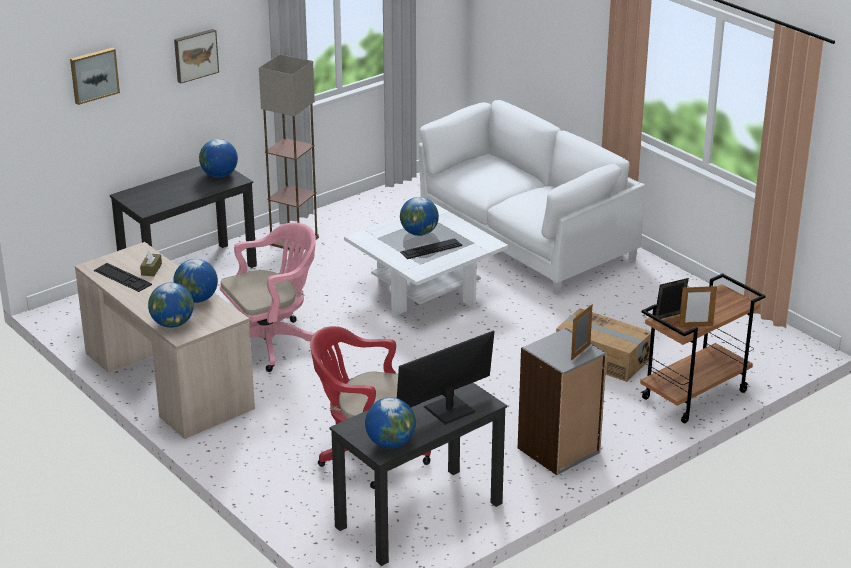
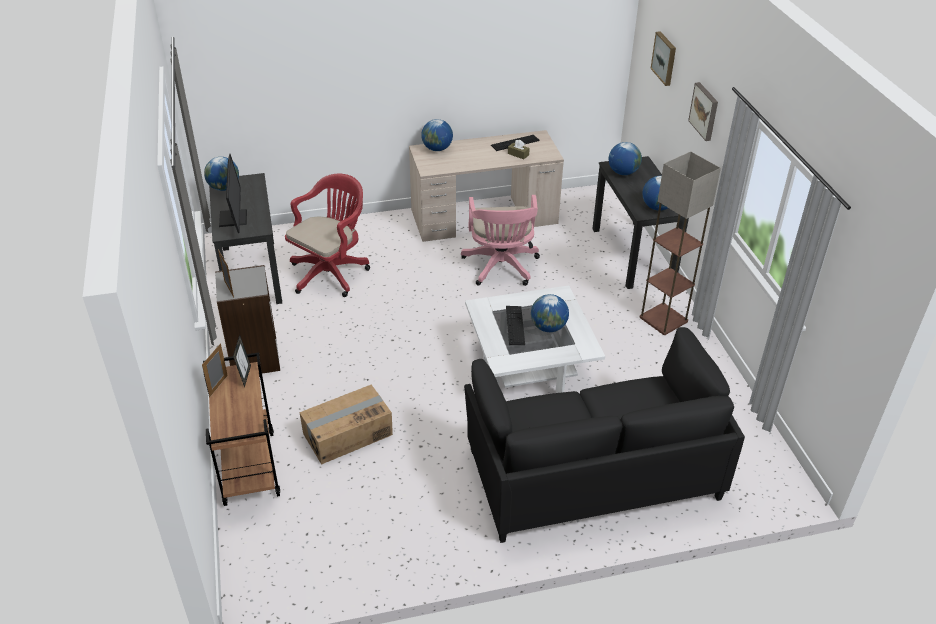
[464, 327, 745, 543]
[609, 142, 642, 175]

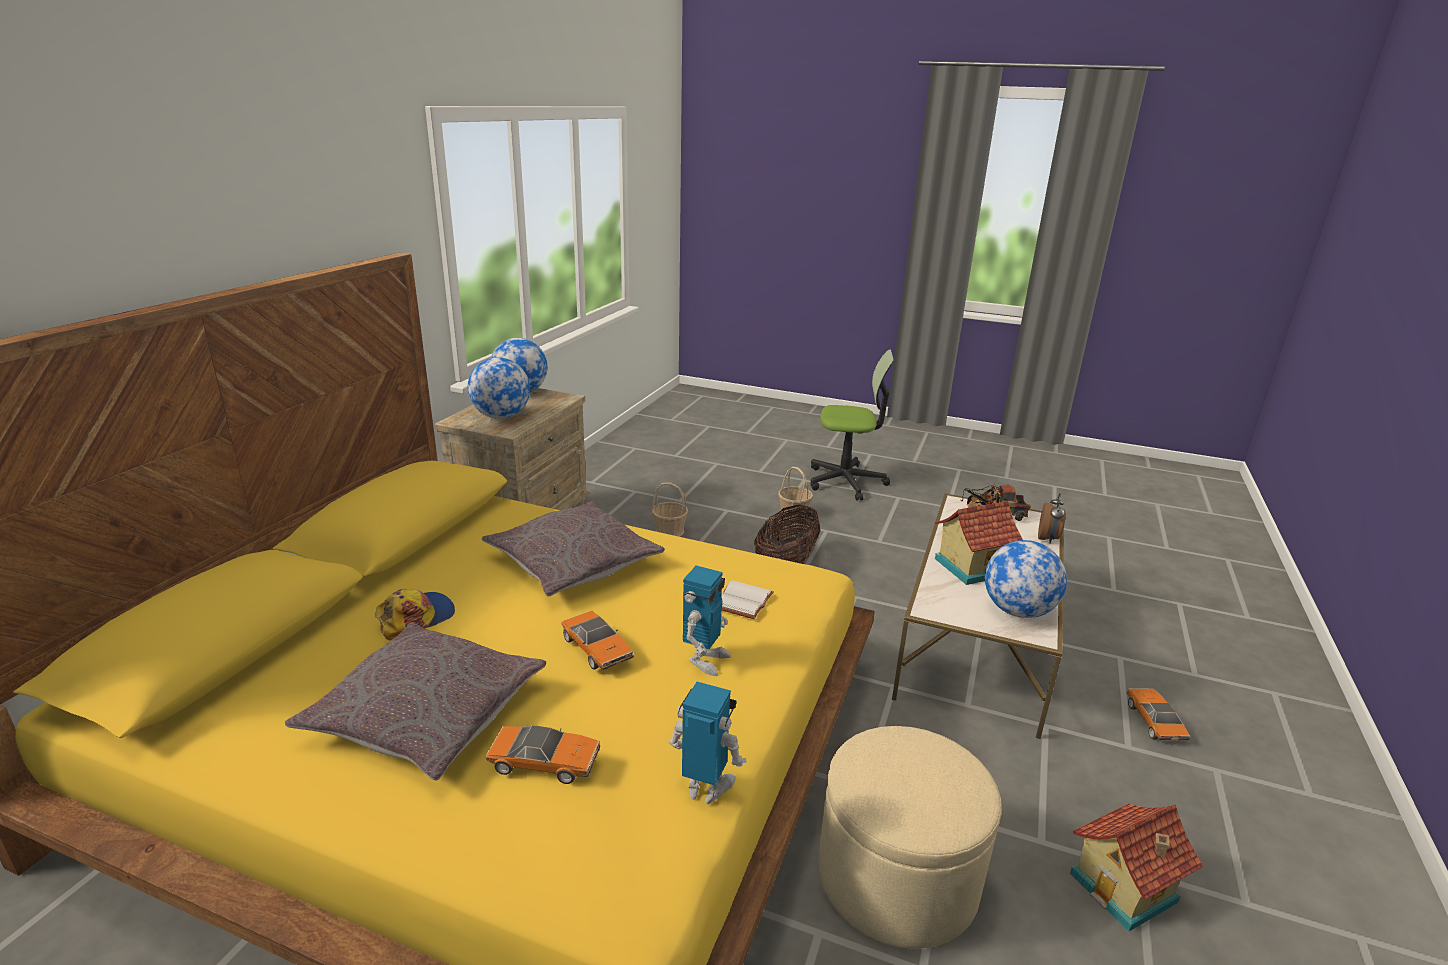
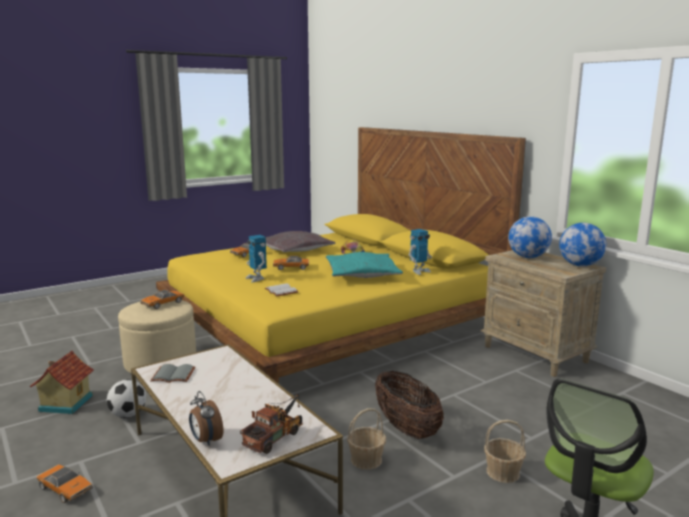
[347, 408, 386, 470]
[326, 252, 403, 278]
[935, 501, 1023, 585] (first image)
[150, 364, 195, 383]
[408, 229, 432, 275]
[140, 290, 184, 309]
[107, 379, 146, 418]

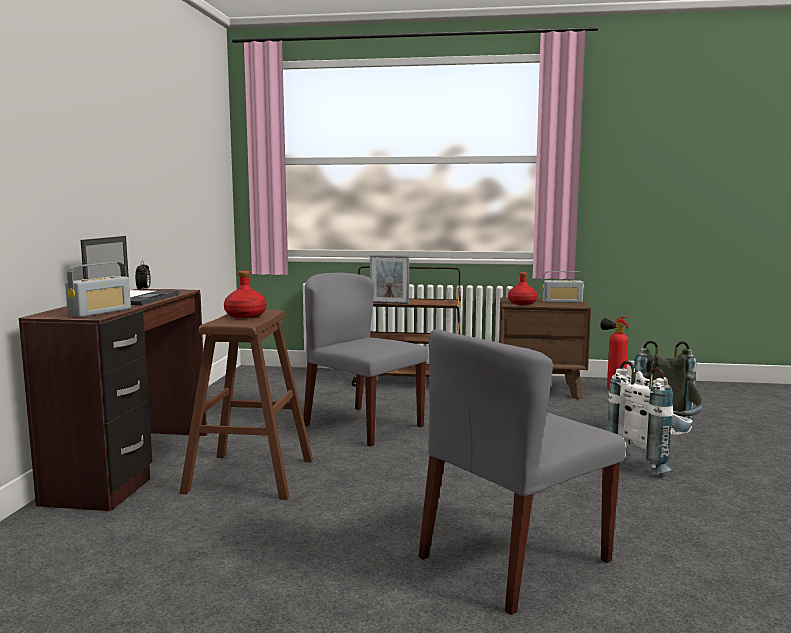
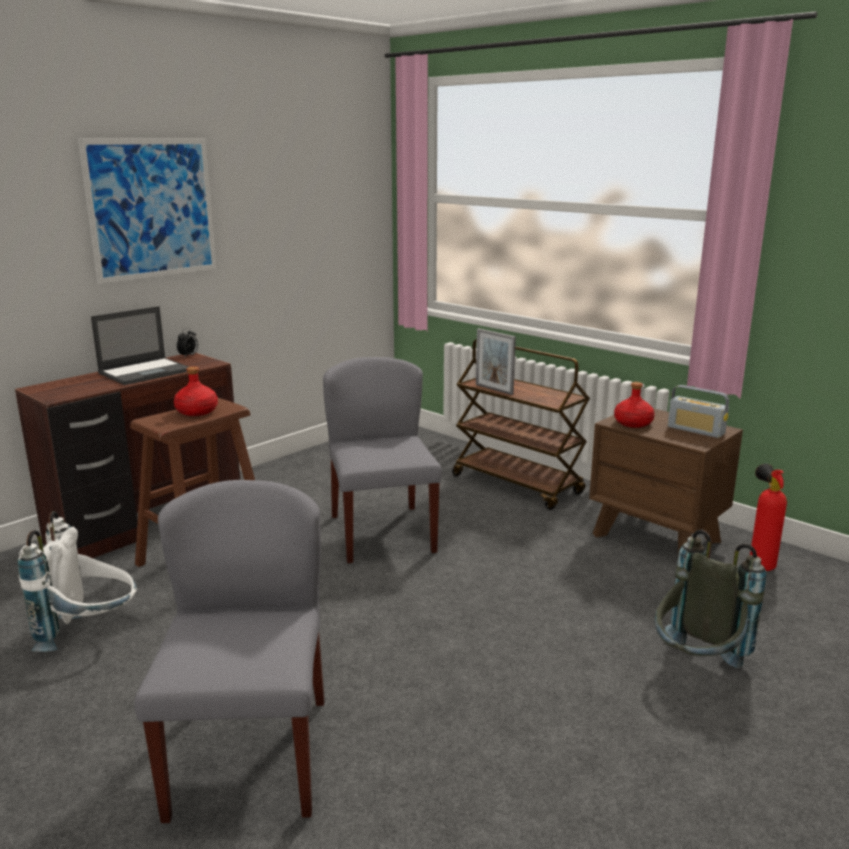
[65, 262, 131, 317] (first image)
[134, 480, 324, 823]
[18, 511, 137, 652]
[78, 139, 217, 284]

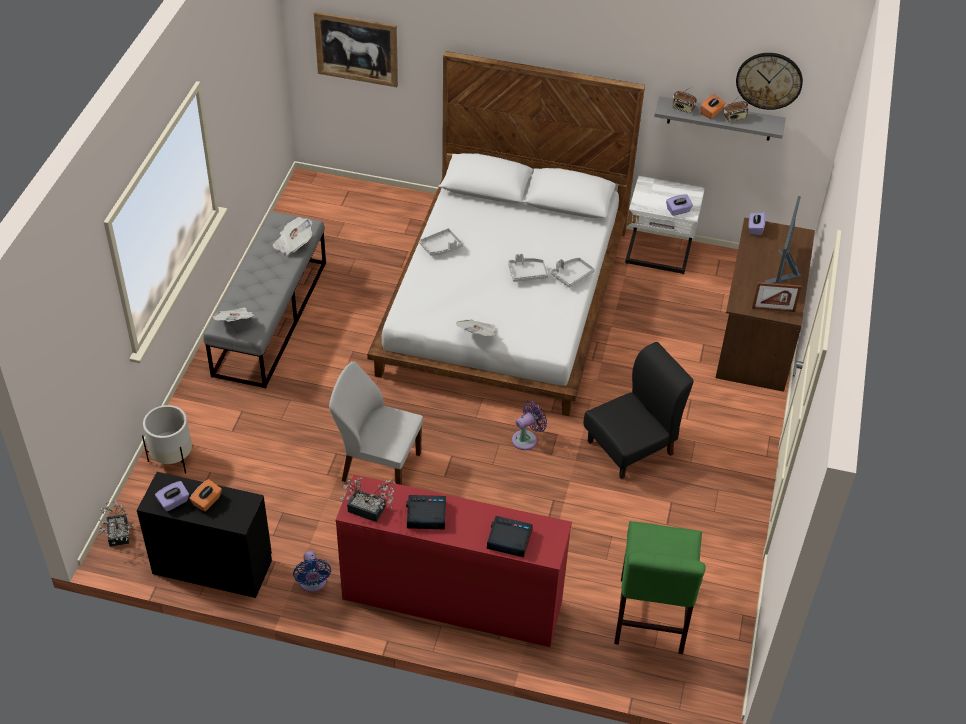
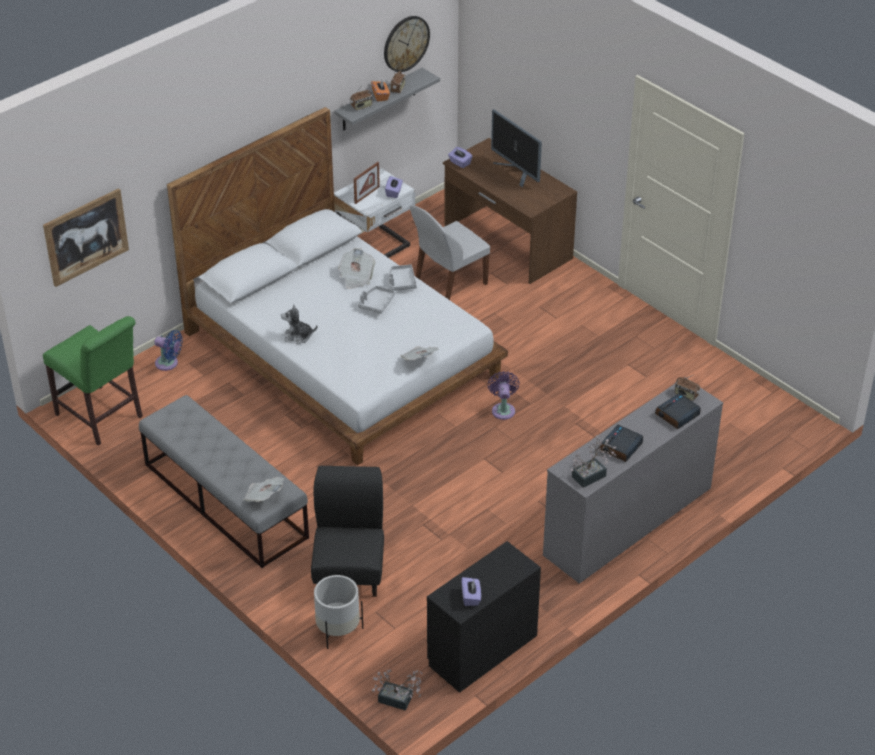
[338, 248, 375, 289]
[281, 304, 318, 344]
[354, 162, 380, 204]
[311, 466, 384, 597]
[410, 205, 490, 300]
[543, 377, 723, 584]
[189, 479, 222, 512] (first image)
[43, 316, 143, 446]
[154, 330, 183, 371]
[674, 374, 700, 401]

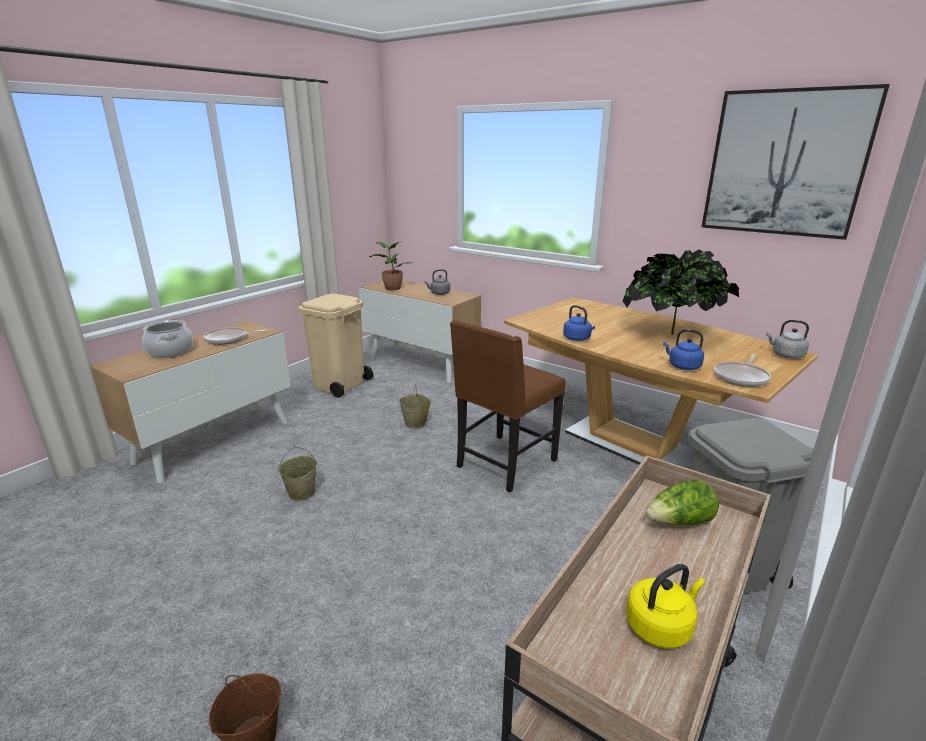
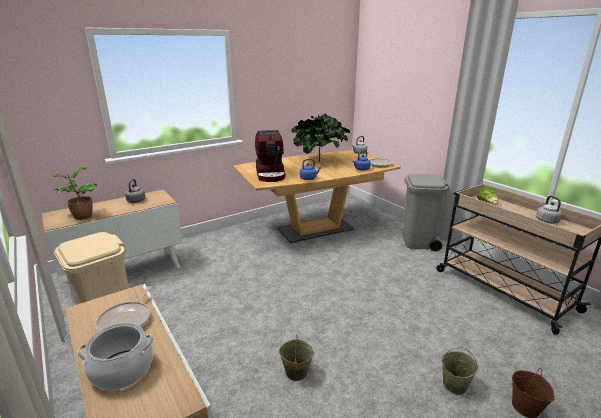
[702, 84, 890, 240] (first image)
[450, 320, 566, 492] (first image)
[442, 347, 478, 395]
[536, 196, 562, 224]
[255, 130, 286, 182]

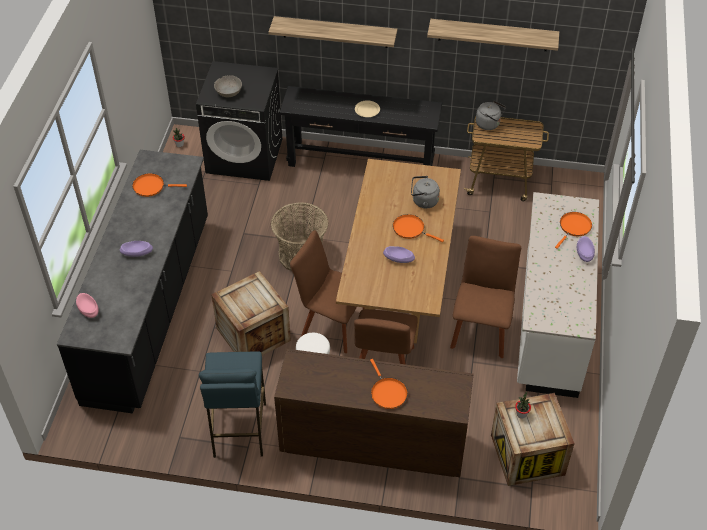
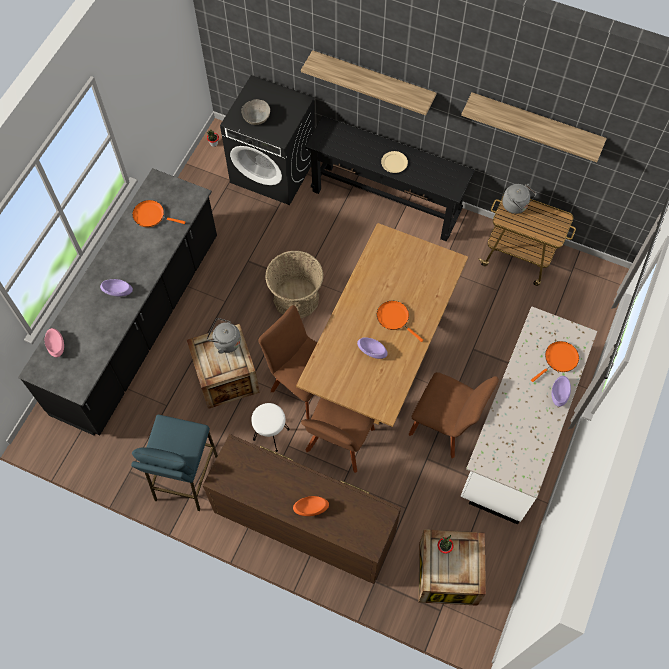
[207, 318, 241, 354]
[409, 372, 499, 458]
[293, 496, 329, 516]

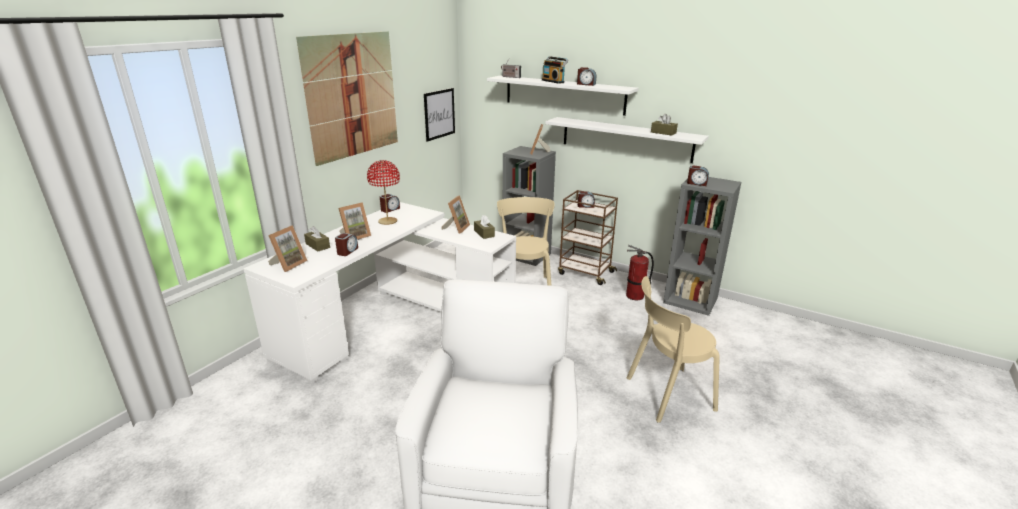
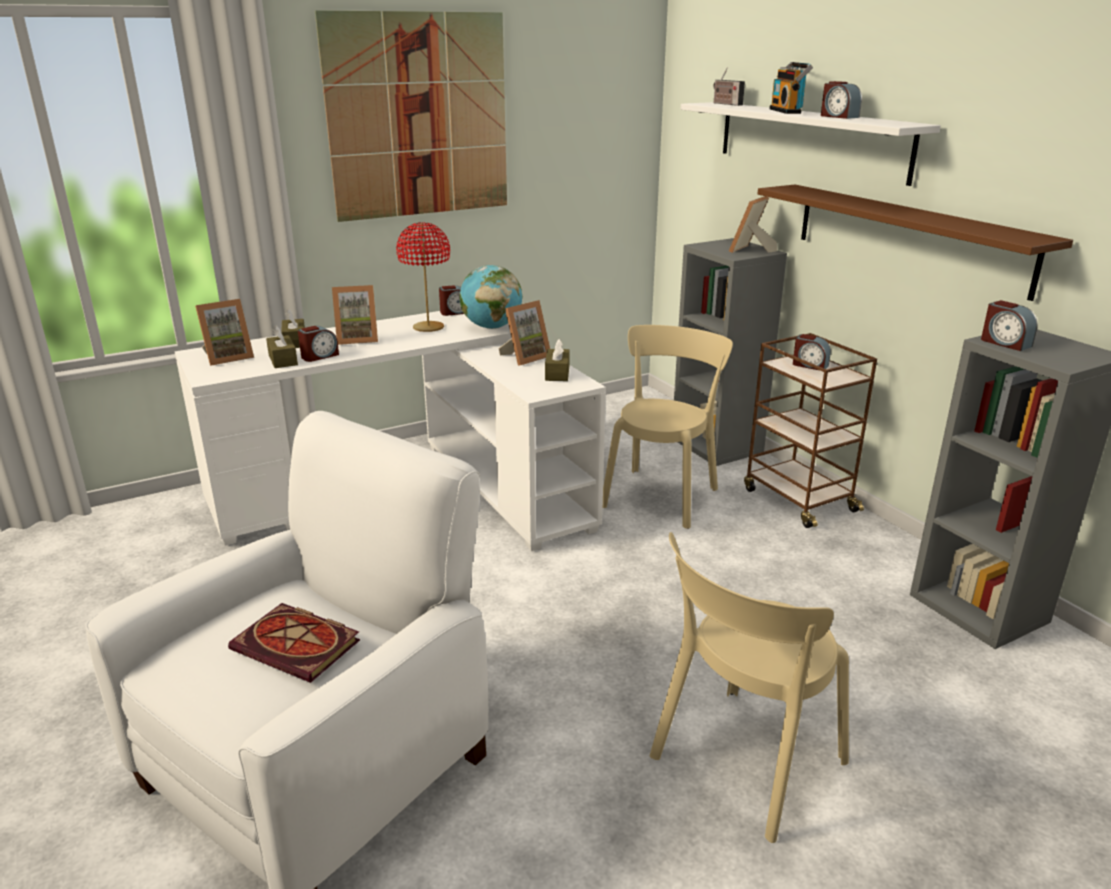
[424, 88, 455, 142] (first image)
[266, 326, 298, 368]
[757, 185, 1073, 301]
[626, 245, 654, 300] (first image)
[649, 532, 849, 843]
[460, 265, 523, 329]
[228, 603, 360, 683]

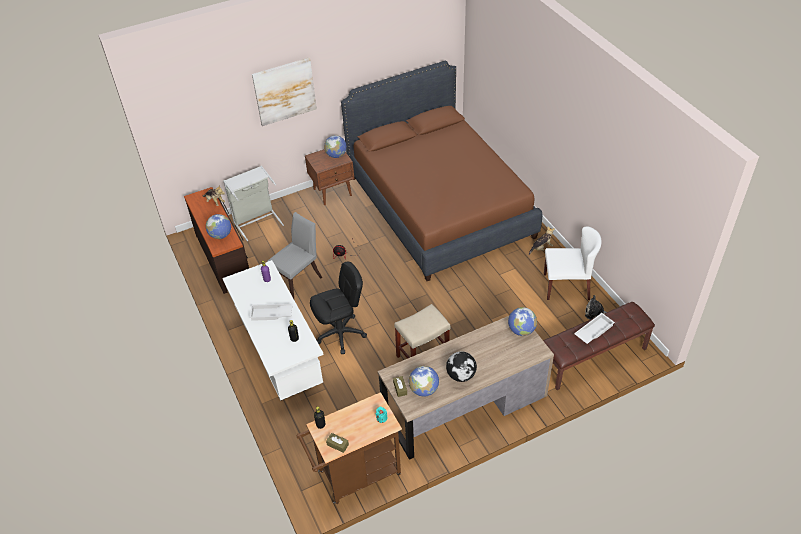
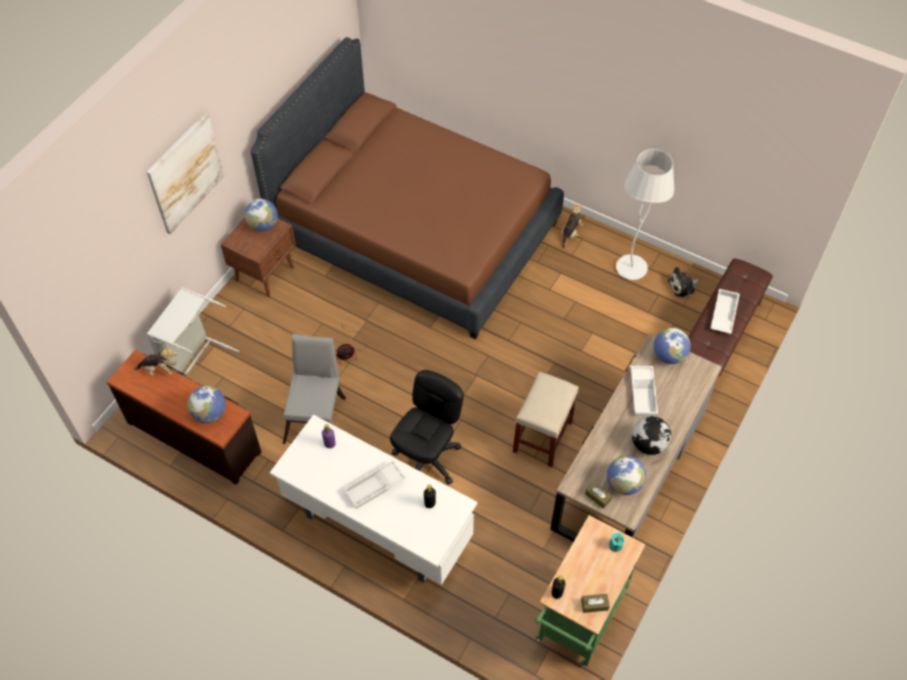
[616, 149, 674, 280]
[535, 515, 646, 667]
[630, 366, 658, 416]

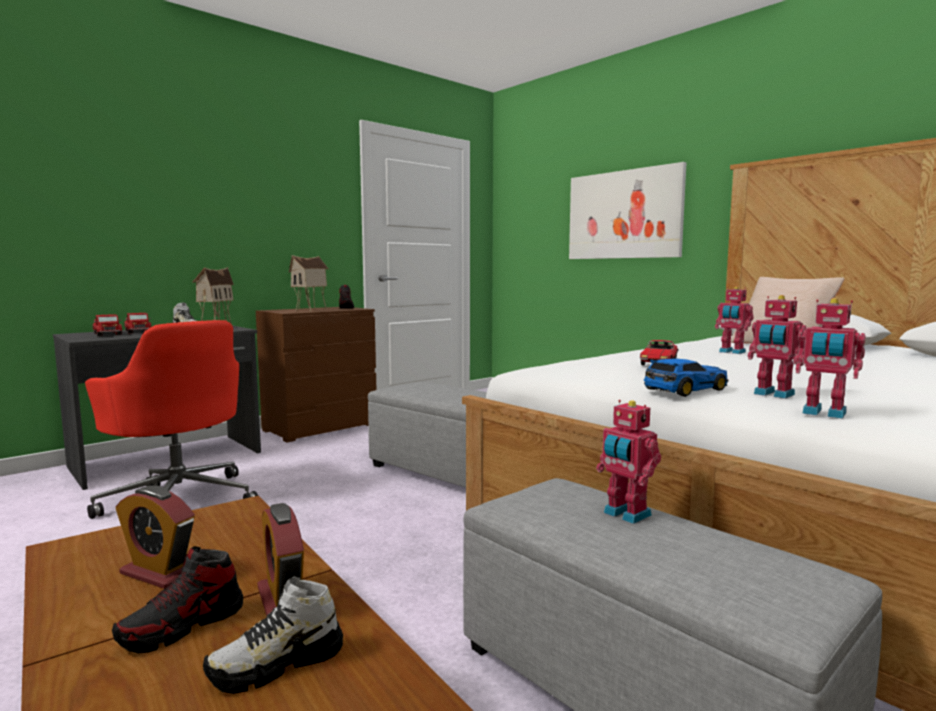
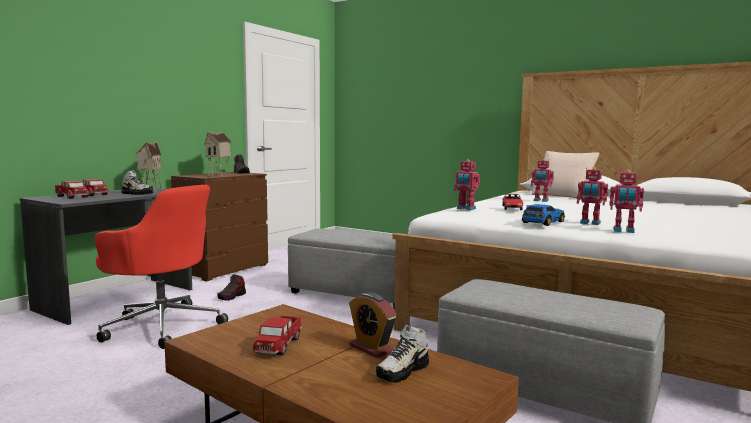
[569, 162, 687, 259] (first image)
[453, 159, 480, 210]
[253, 316, 302, 355]
[217, 274, 246, 301]

